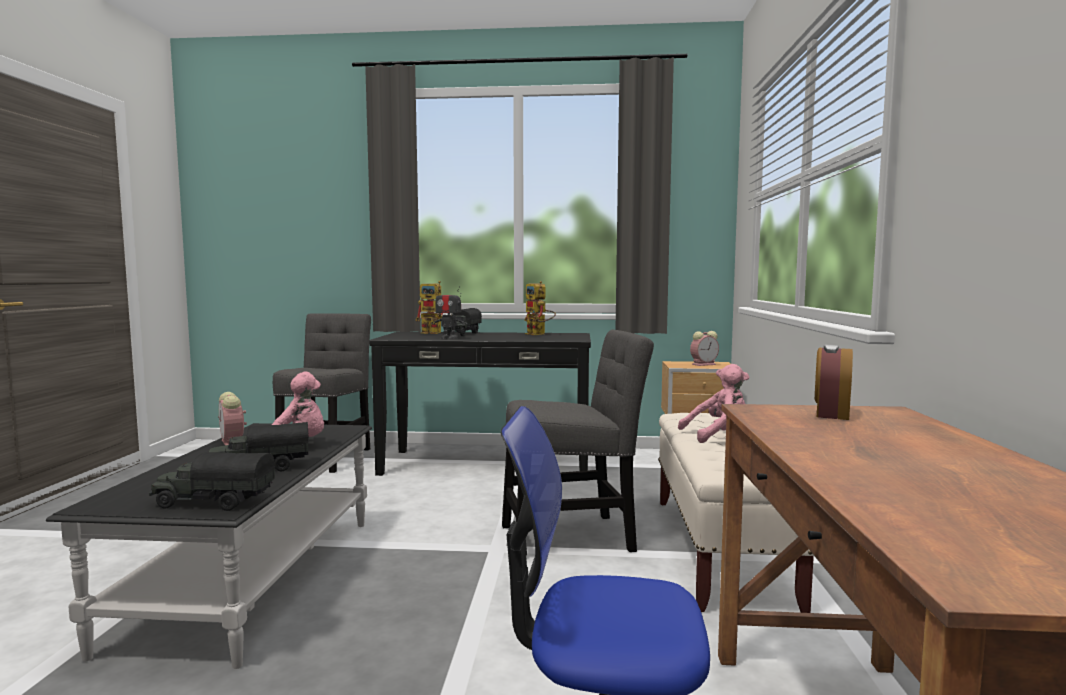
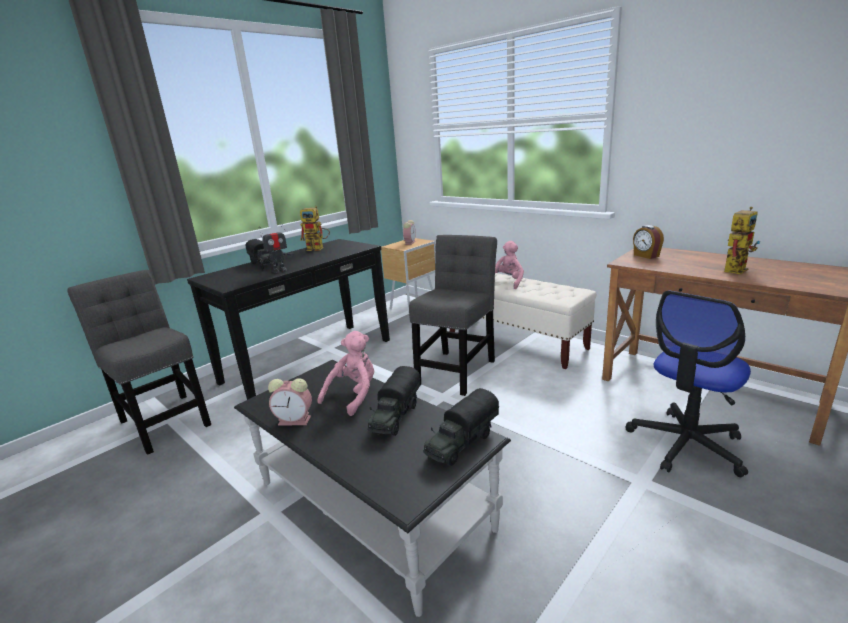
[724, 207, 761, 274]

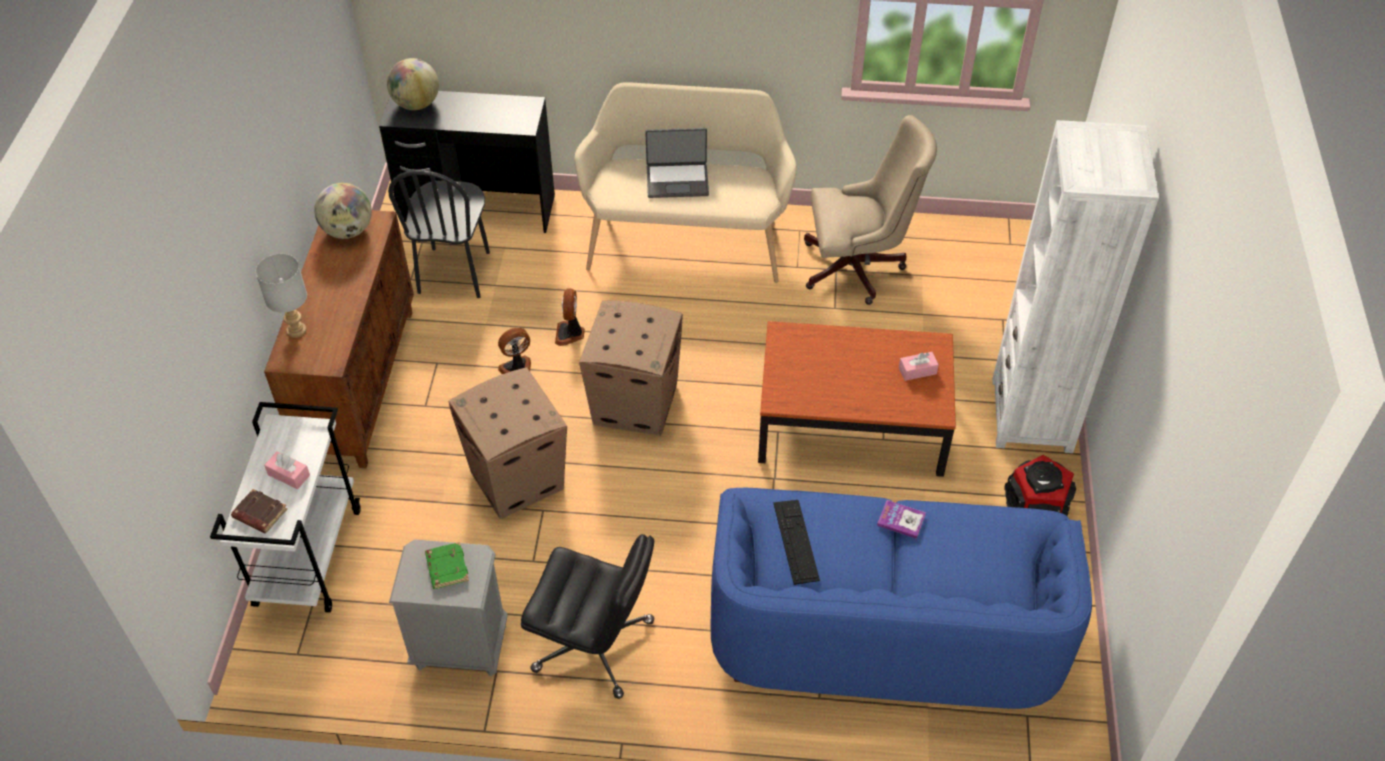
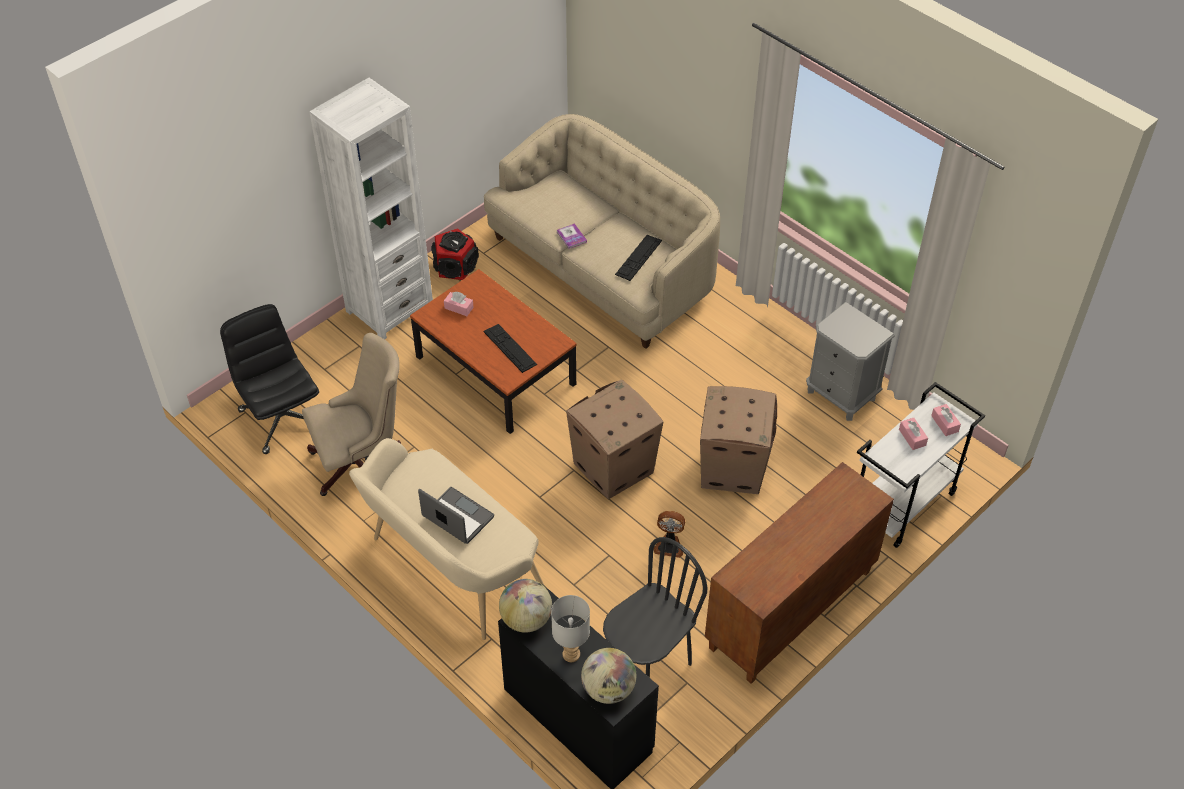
[302, 333, 401, 496]
[499, 579, 552, 633]
[551, 595, 590, 662]
[555, 288, 585, 346] (first image)
[484, 114, 720, 349]
[931, 404, 961, 436]
[220, 304, 319, 454]
[425, 542, 469, 589] (first image)
[484, 324, 537, 373]

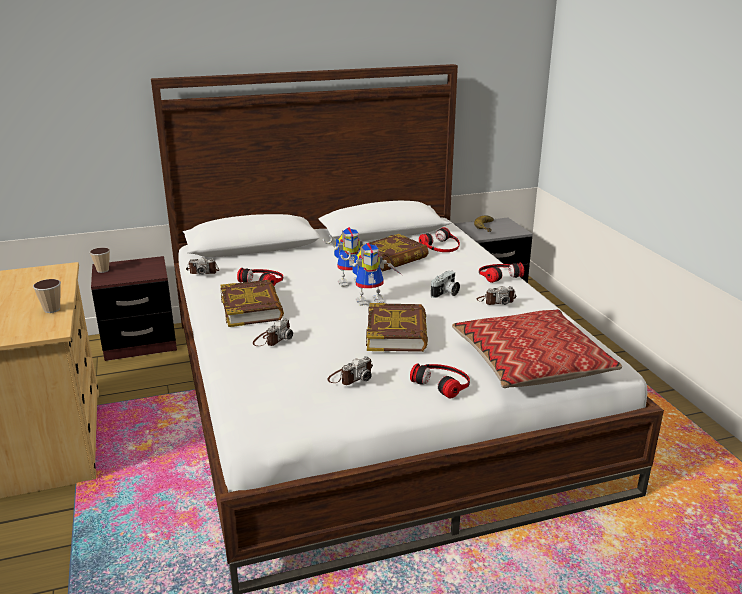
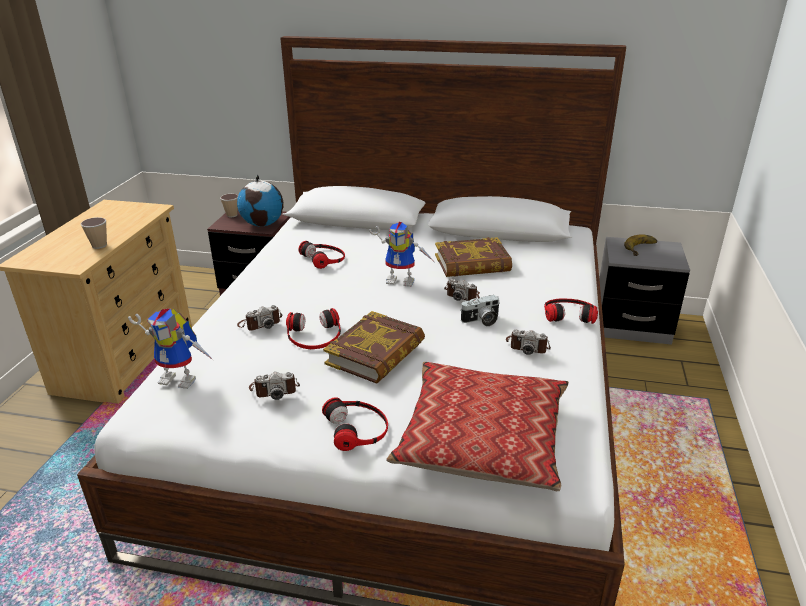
[286, 308, 341, 349]
[128, 309, 213, 389]
[444, 279, 480, 301]
[221, 280, 284, 327] (first image)
[237, 175, 284, 226]

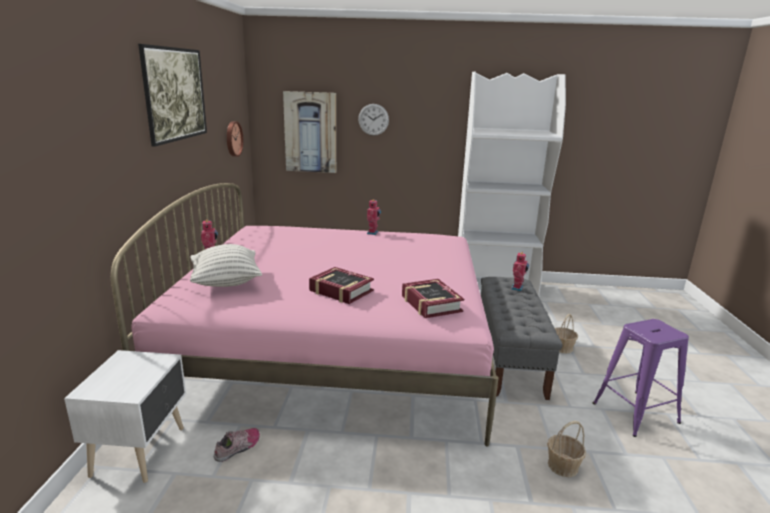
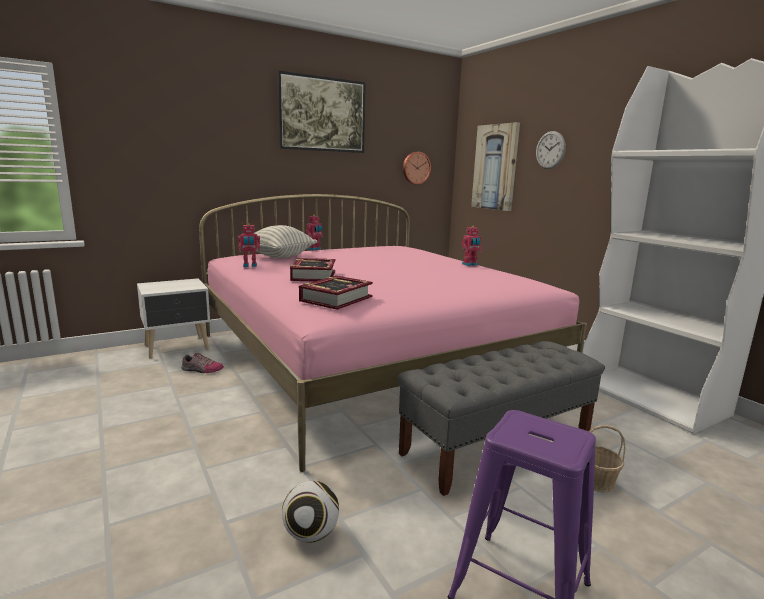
[238, 223, 260, 267]
[282, 481, 339, 543]

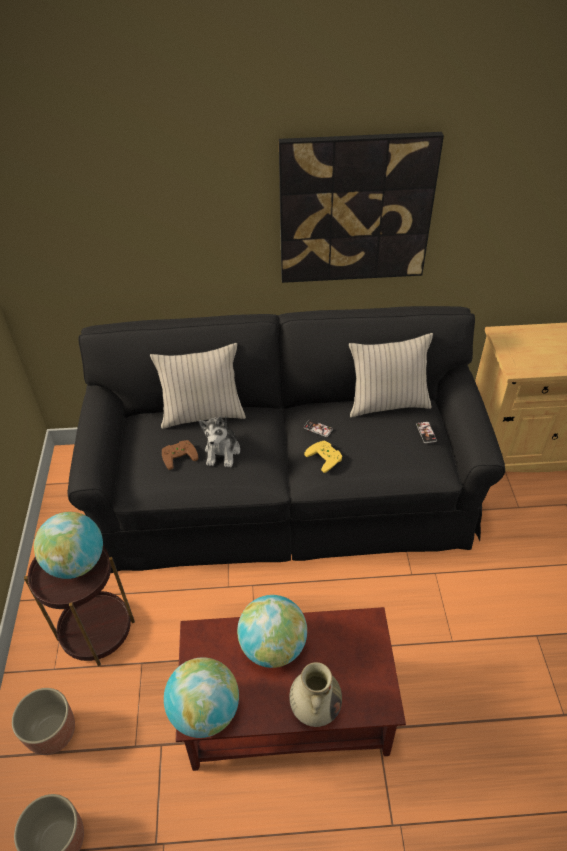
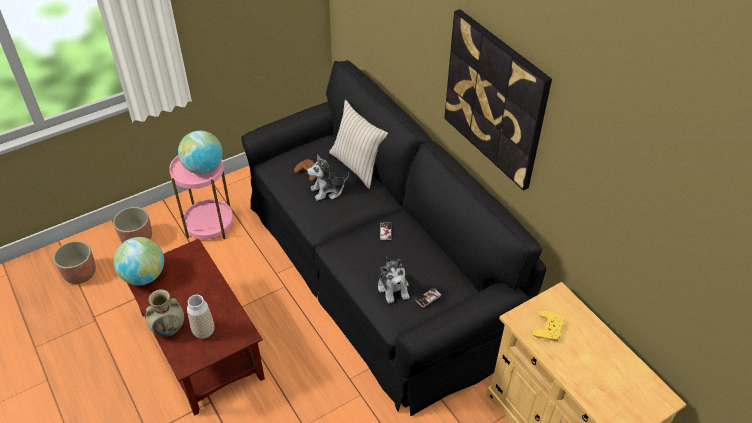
[349, 333, 433, 417] (first image)
[532, 311, 564, 342]
[169, 155, 233, 239]
[237, 595, 307, 668] (first image)
[378, 256, 410, 303]
[187, 295, 214, 339]

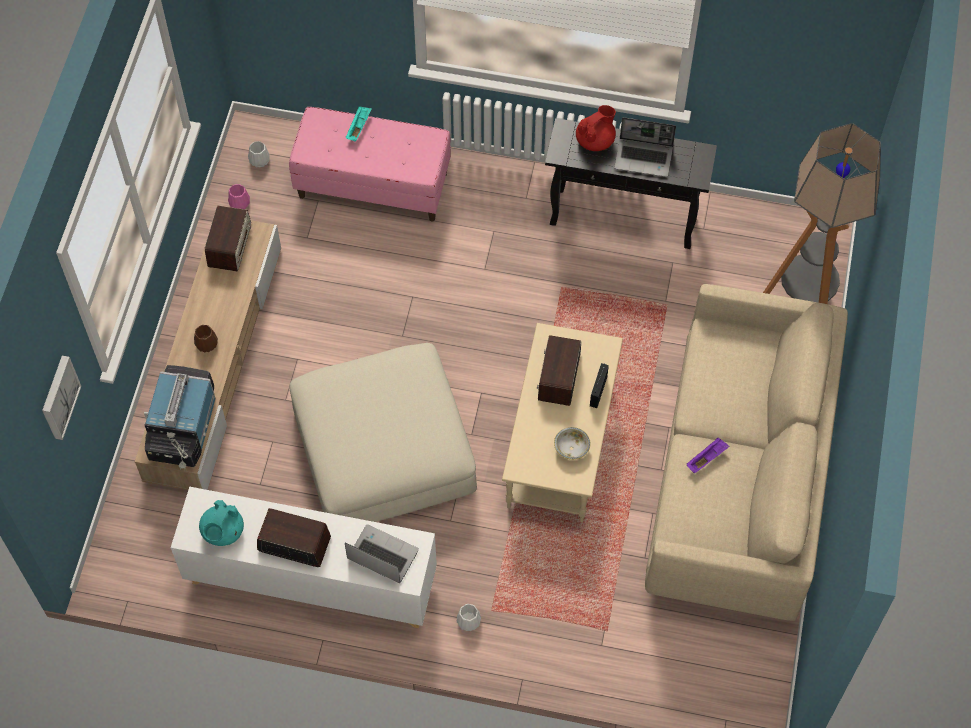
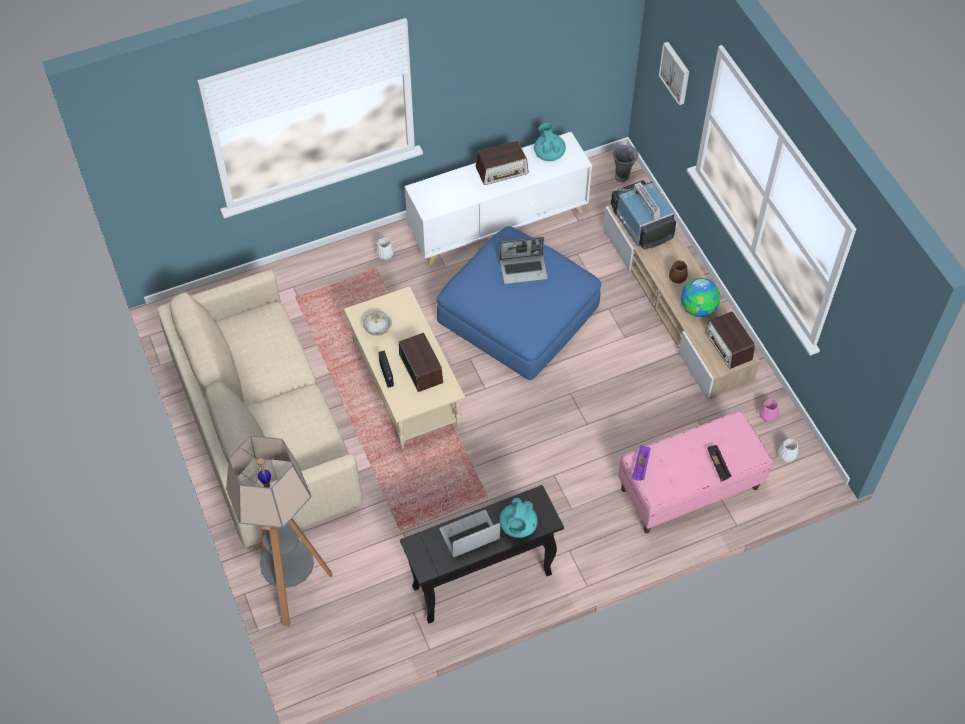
[499, 498, 538, 538]
[707, 445, 731, 481]
[437, 226, 601, 380]
[632, 445, 650, 481]
[500, 237, 548, 284]
[612, 145, 638, 182]
[681, 278, 720, 317]

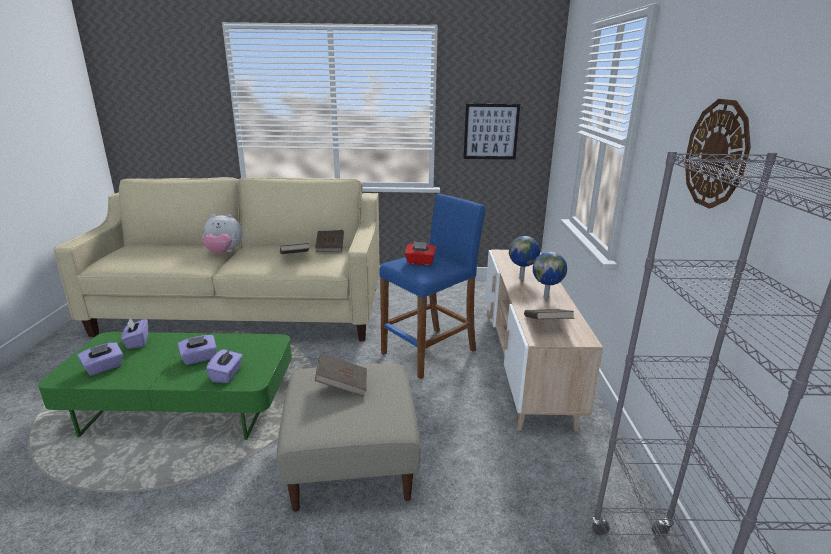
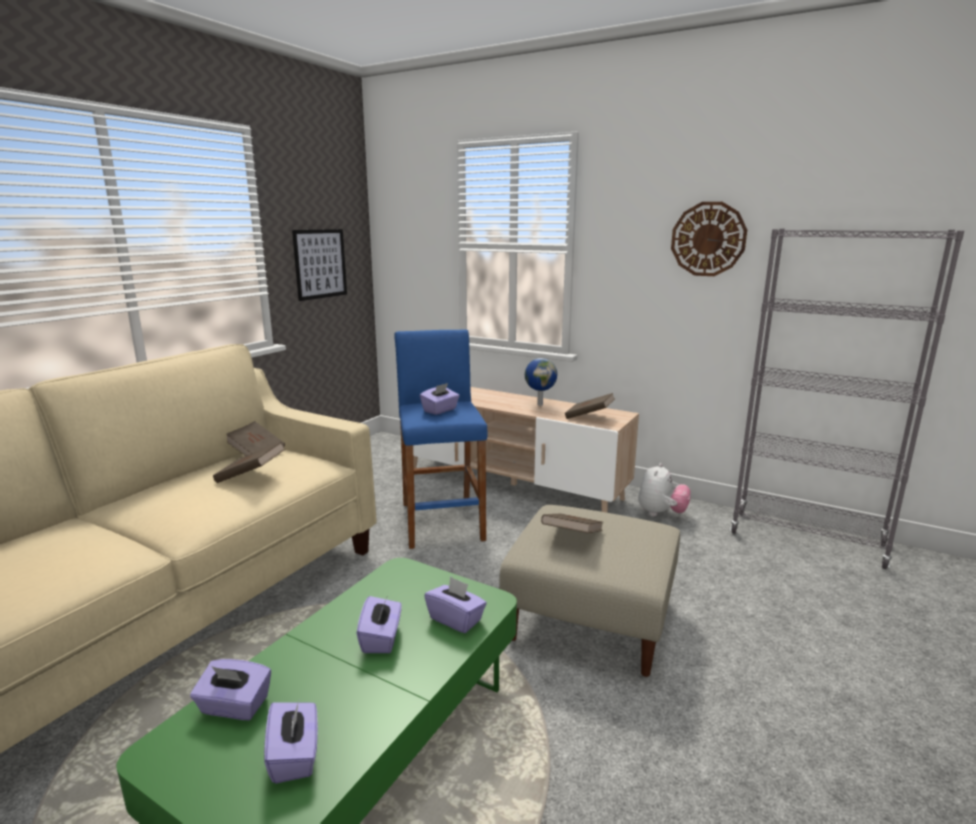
[638, 463, 691, 516]
[509, 236, 540, 280] (first image)
[420, 383, 459, 415]

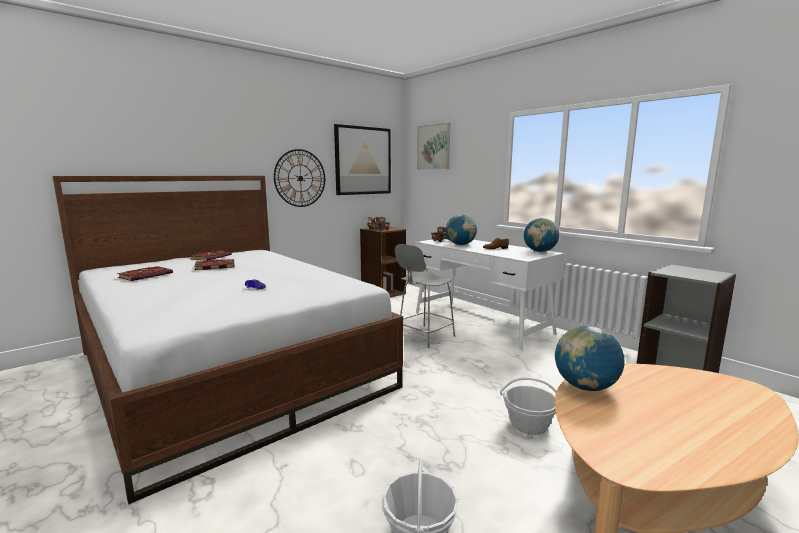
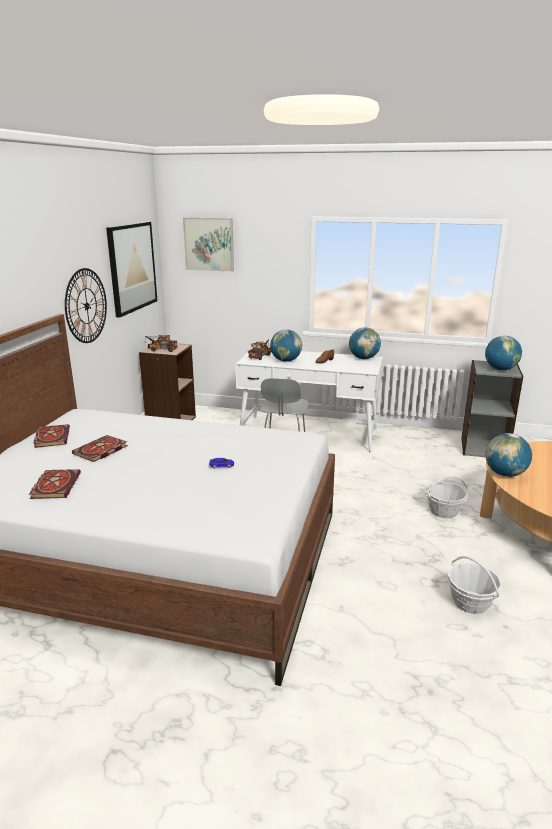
[485, 336, 522, 370]

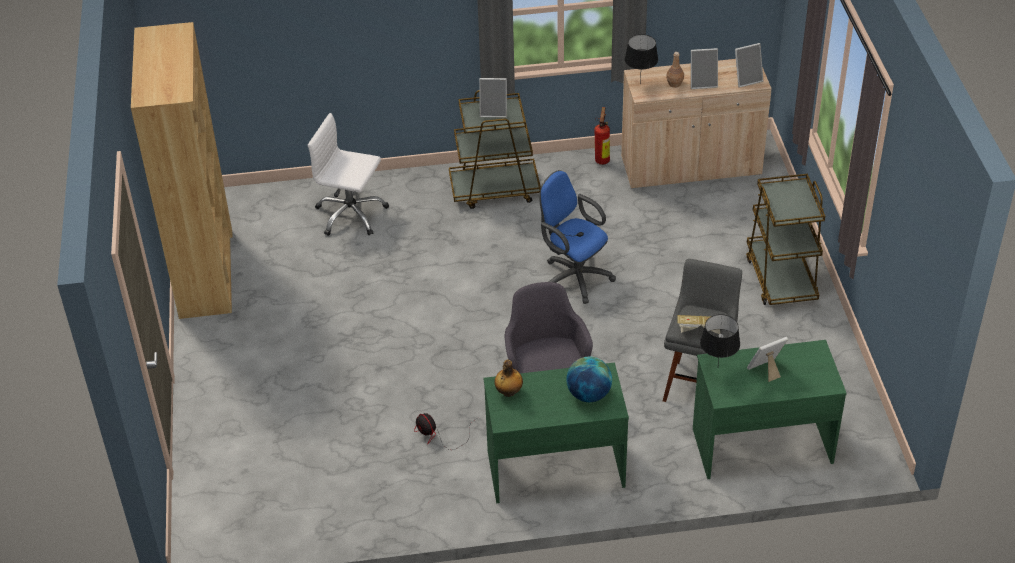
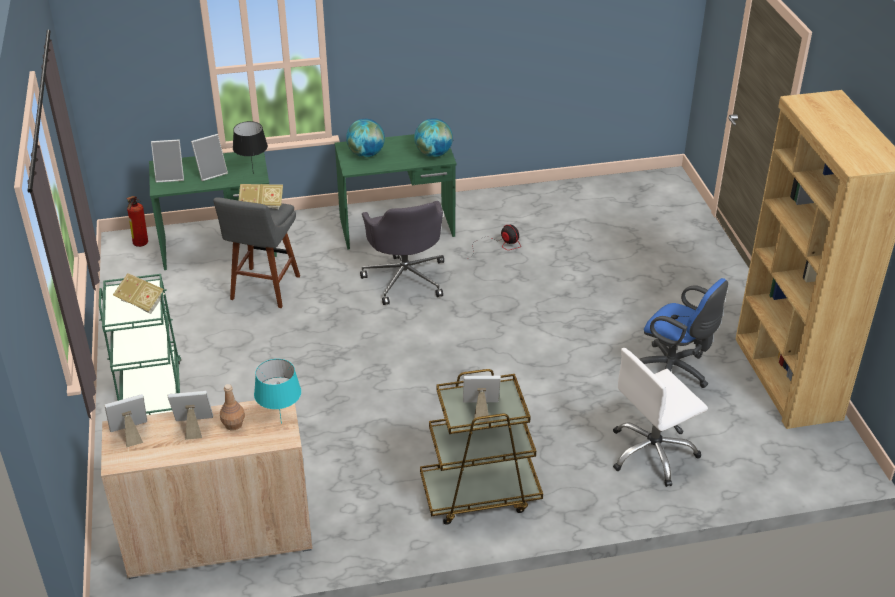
[254, 359, 301, 424]
[127, 196, 148, 247]
[613, 348, 708, 487]
[639, 278, 728, 388]
[99, 274, 181, 415]
[414, 118, 453, 157]
[151, 140, 184, 183]
[113, 273, 165, 314]

